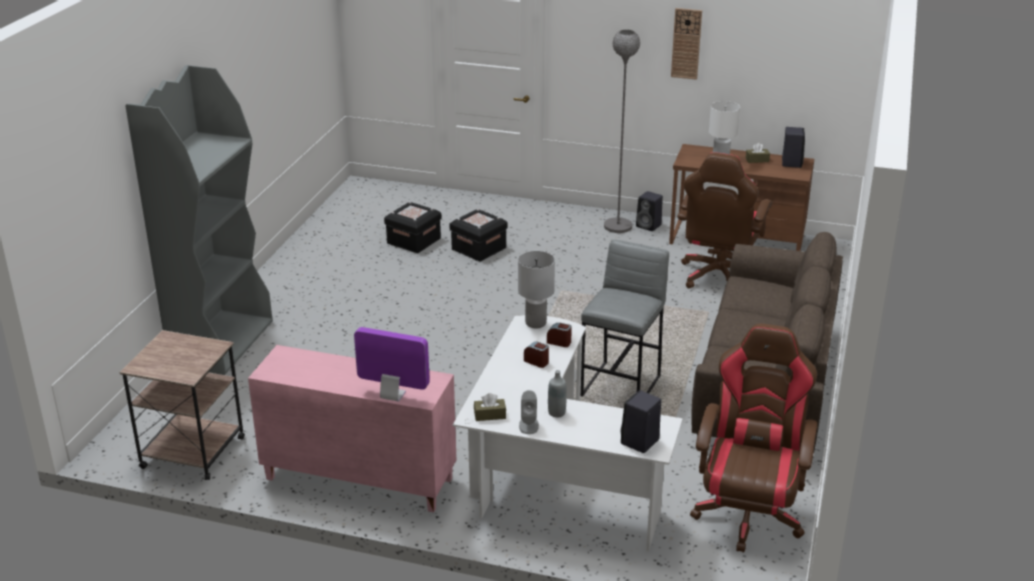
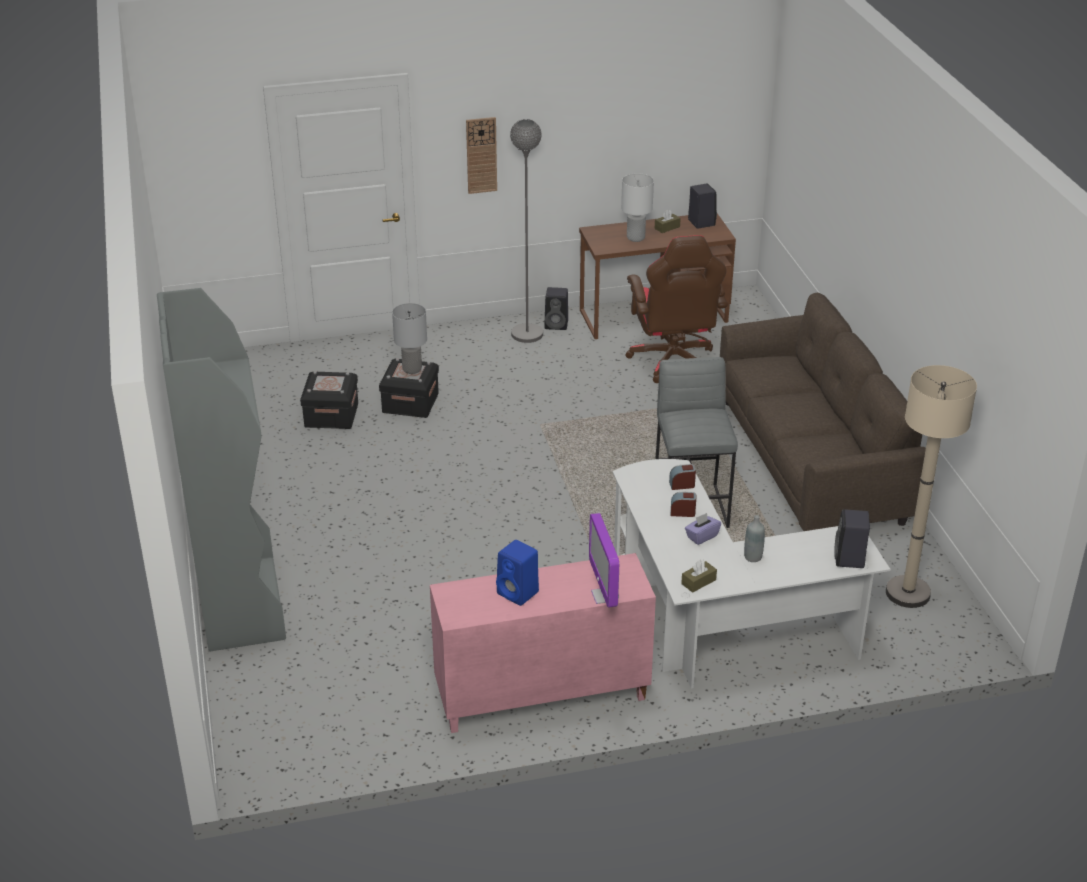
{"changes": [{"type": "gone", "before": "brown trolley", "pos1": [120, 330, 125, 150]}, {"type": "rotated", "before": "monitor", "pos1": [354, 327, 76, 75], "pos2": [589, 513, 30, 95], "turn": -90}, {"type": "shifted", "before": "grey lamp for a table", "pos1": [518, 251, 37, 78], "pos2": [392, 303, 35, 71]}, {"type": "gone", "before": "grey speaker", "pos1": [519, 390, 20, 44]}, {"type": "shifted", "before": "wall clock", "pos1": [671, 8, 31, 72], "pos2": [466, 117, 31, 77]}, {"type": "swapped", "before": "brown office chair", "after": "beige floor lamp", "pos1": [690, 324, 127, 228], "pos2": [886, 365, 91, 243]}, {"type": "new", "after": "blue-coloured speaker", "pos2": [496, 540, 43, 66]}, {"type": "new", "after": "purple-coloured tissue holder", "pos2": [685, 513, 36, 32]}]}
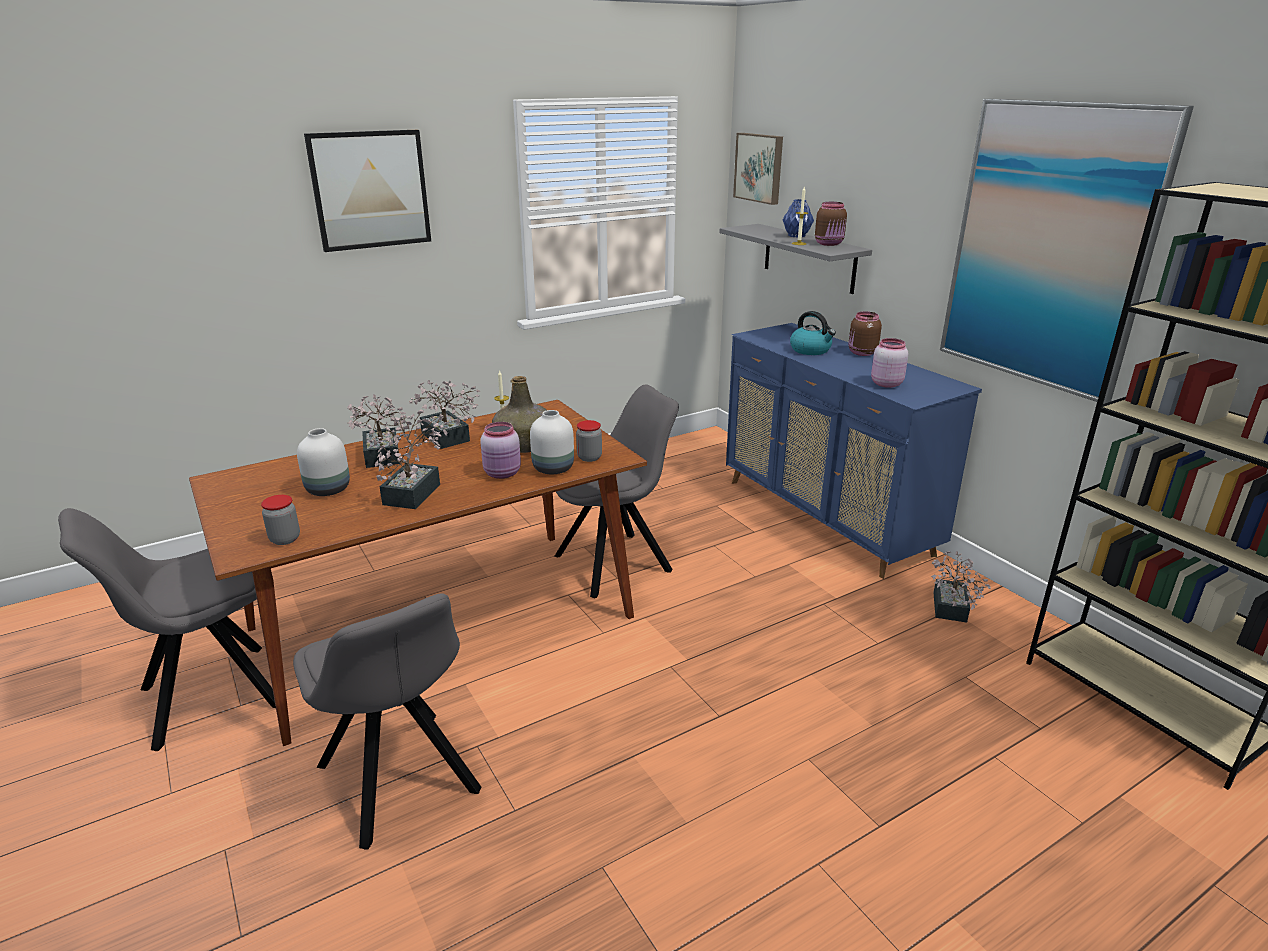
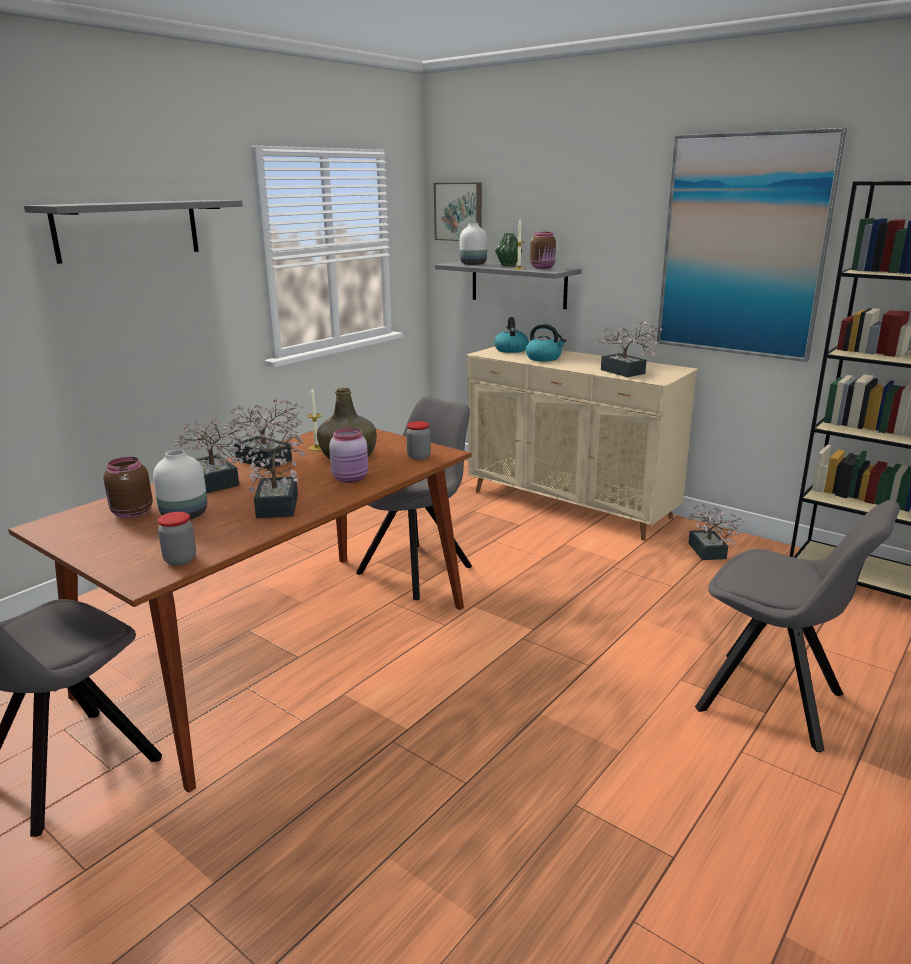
{"changes": [{"type": "shifted", "before": "grey upright chair", "pos1": [293, 593, 188, 257], "pos2": [695, 500, 205, 252]}, {"type": "swapped", "before": "wall picture", "after": "grey shelf", "pos1": [304, 130, 127, 122], "pos2": [24, 200, 219, 64]}, {"type": "shifted", "before": "white vase", "pos1": [530, 410, 44, 64], "pos2": [460, 223, 27, 42]}, {"type": "repainted", "before": "blue-coloured cabinet", "after": "beige cabinet", "pos1": [726, 323, 256, 256], "pos2": [466, 347, 232, 194]}, {"type": "repainted", "before": "blue-coloured vase", "after": "green-coloured vase", "pos1": [783, 199, 31, 39], "pos2": [495, 233, 27, 33]}, {"type": "shifted", "before": "brown storage jar", "pos1": [848, 312, 34, 44], "pos2": [103, 457, 50, 61]}, {"type": "swapped", "before": "pinkish storage jar", "after": "potted plant", "pos1": [871, 338, 37, 50], "pos2": [595, 321, 67, 56]}, {"type": "new", "after": "kettle", "pos2": [494, 317, 34, 36]}]}
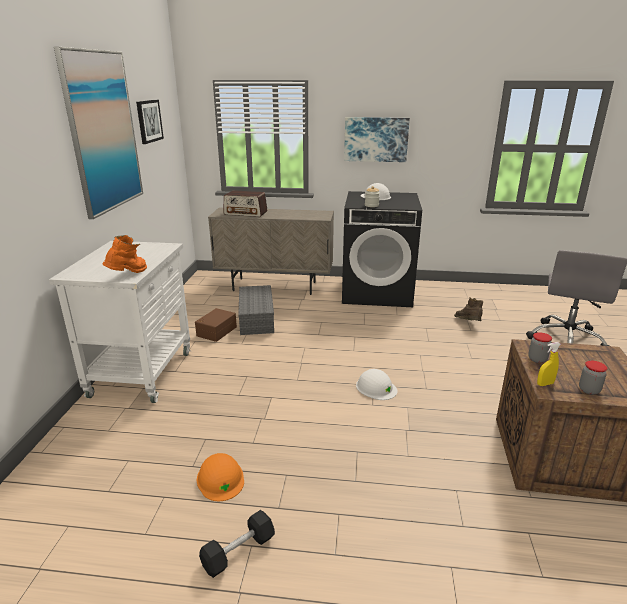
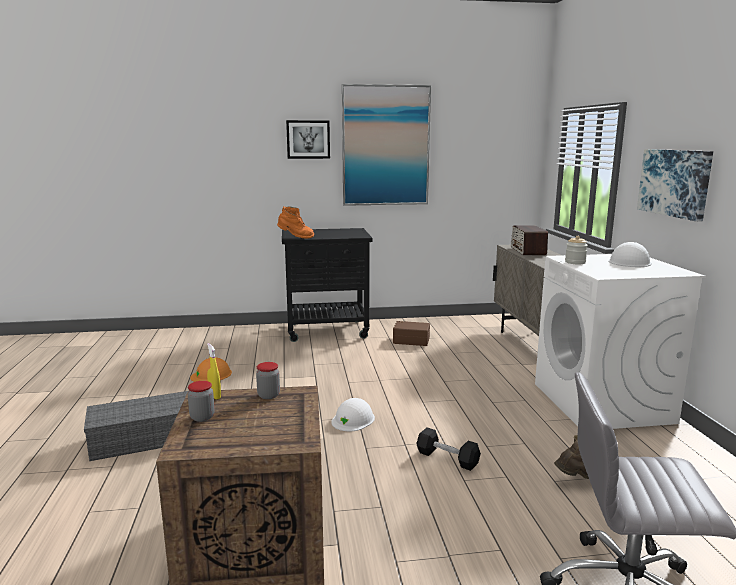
{"changes": [{"type": "repainted", "before": "white trolley", "after": "blackish trolley", "pos1": [49, 241, 141, 162], "pos2": [282, 228, 91, 114]}, {"type": "shifted", "before": "wall picture", "pos1": [136, 100, 28, 44], "pos2": [286, 120, 44, 39]}, {"type": "shifted", "before": "blackish dumbbell", "pos1": [199, 510, 76, 68], "pos2": [417, 428, 64, 43]}, {"type": "shifted", "before": "grey storage bin", "pos1": [238, 285, 36, 50], "pos2": [84, 391, 104, 70]}, {"type": "repainted", "before": "blackish laundry appliance", "after": "white laundry appliance", "pos1": [342, 191, 80, 116], "pos2": [535, 254, 171, 175]}]}
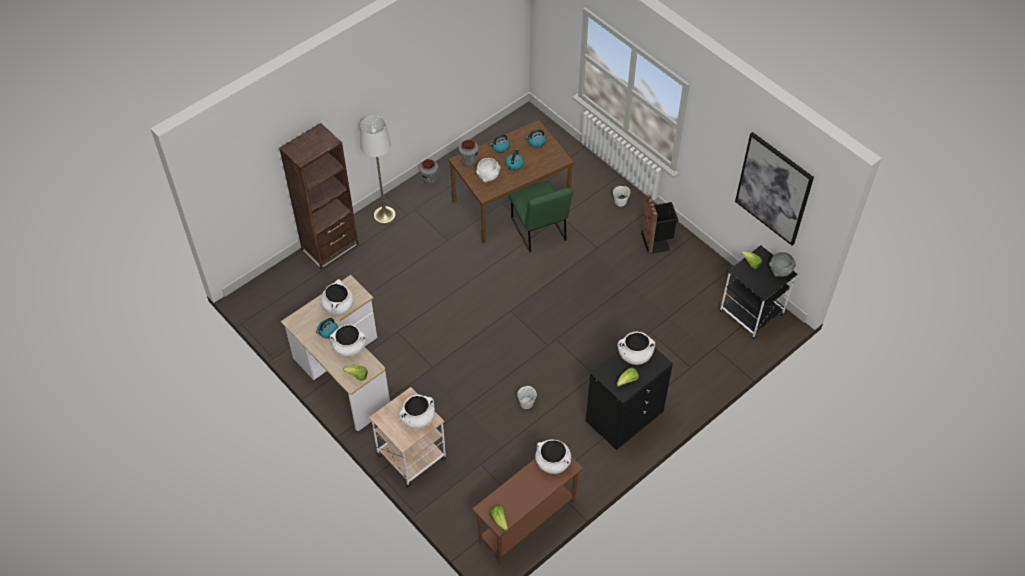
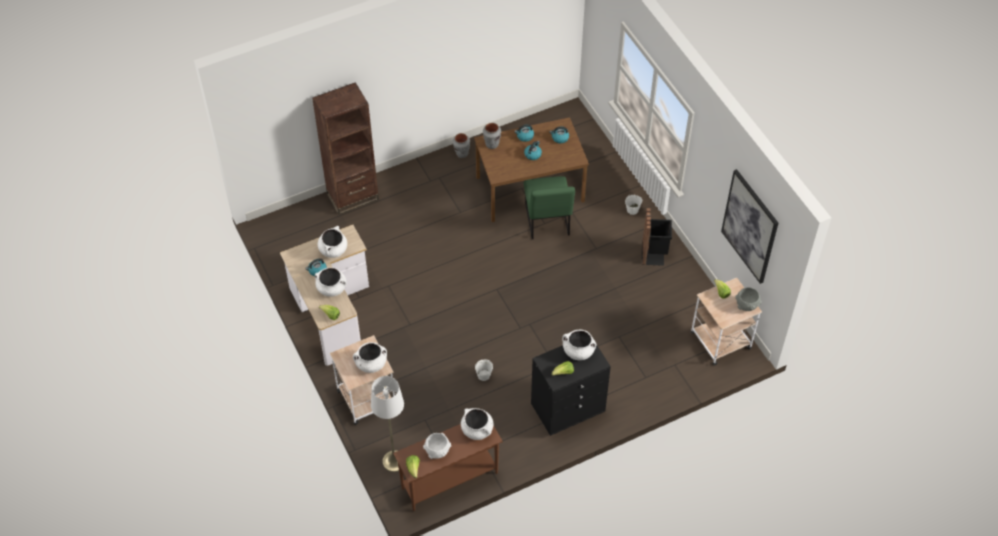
{"changes": [{"type": "shifted", "before": "white floor lamp", "pos1": [360, 115, 36, 109], "pos2": [371, 376, 33, 96]}, {"type": "shifted", "before": "white deep dish", "pos1": [476, 158, 25, 24], "pos2": [423, 433, 28, 26]}, {"type": "repainted", "before": "blackish trolley", "after": "beige trolley", "pos1": [719, 245, 78, 95], "pos2": [690, 278, 72, 88]}]}
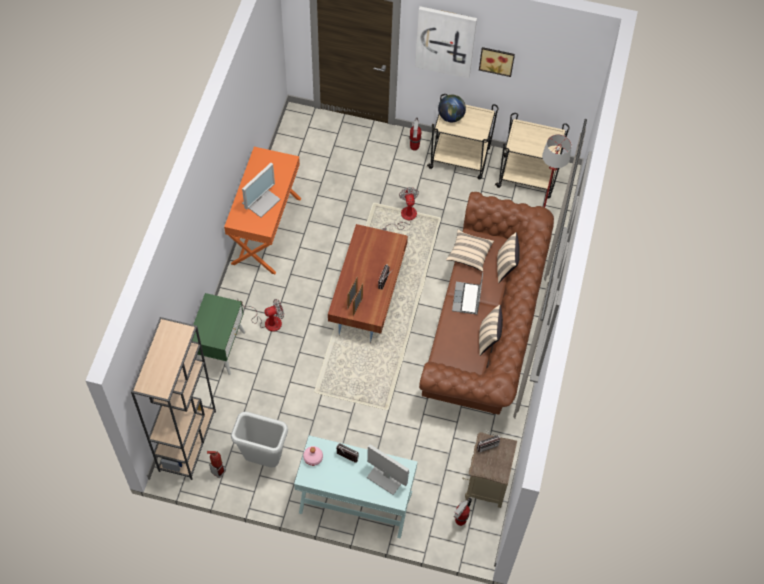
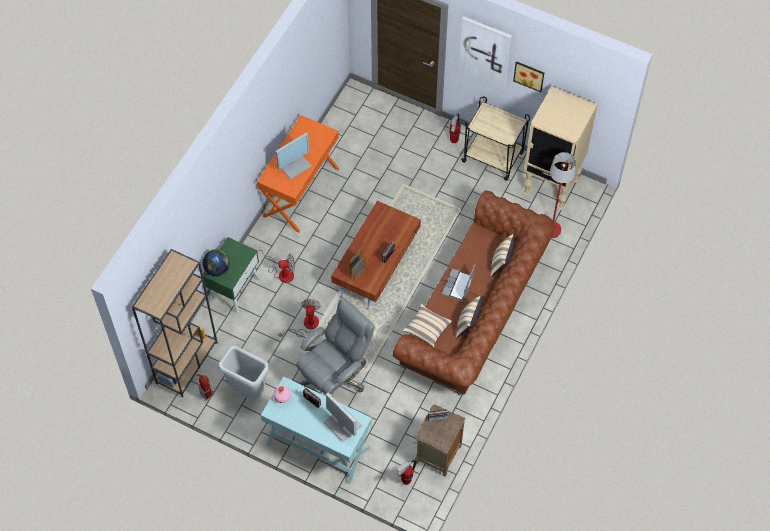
{"changes": [{"type": "shifted", "before": "electric fan", "pos1": [382, 187, 37, 44], "pos2": [278, 299, 43, 38]}, {"type": "shifted", "before": "globe", "pos1": [438, 95, 28, 27], "pos2": [203, 249, 27, 27]}, {"type": "shifted", "before": "beige pillow", "pos1": [446, 230, 48, 42], "pos2": [402, 304, 50, 43]}, {"type": "swapped", "before": "beige trolley", "after": "beige cabinet", "pos1": [495, 113, 75, 86], "pos2": [523, 86, 75, 124]}, {"type": "new", "after": "grey office chair", "pos2": [296, 297, 79, 100]}]}
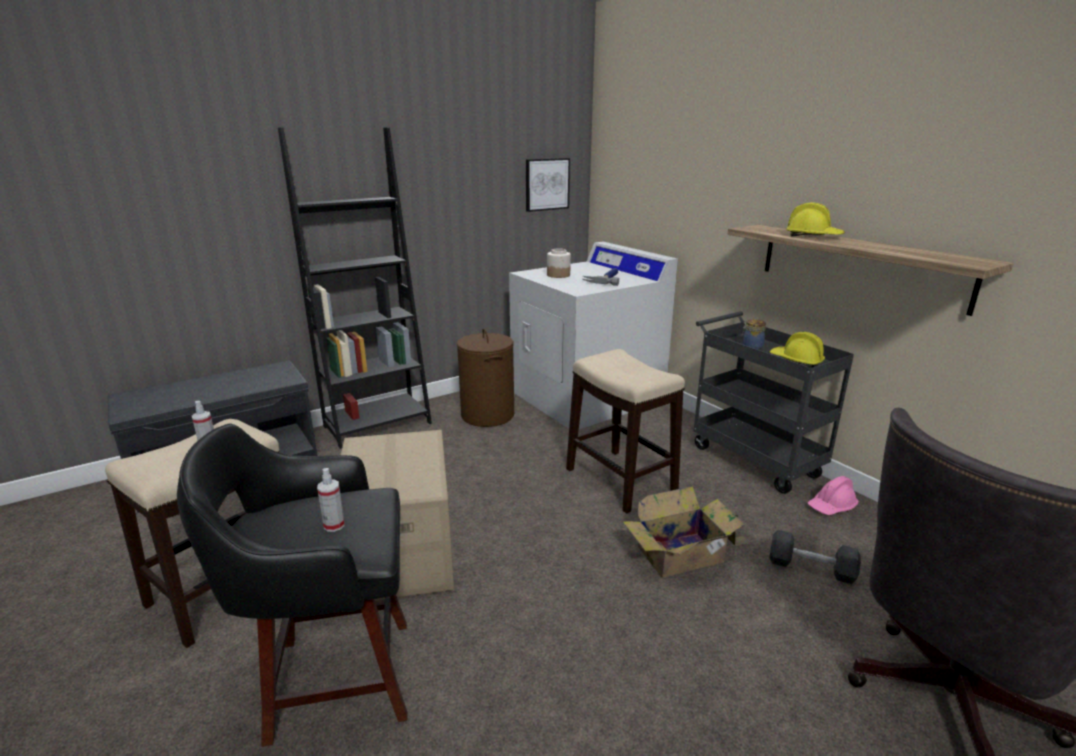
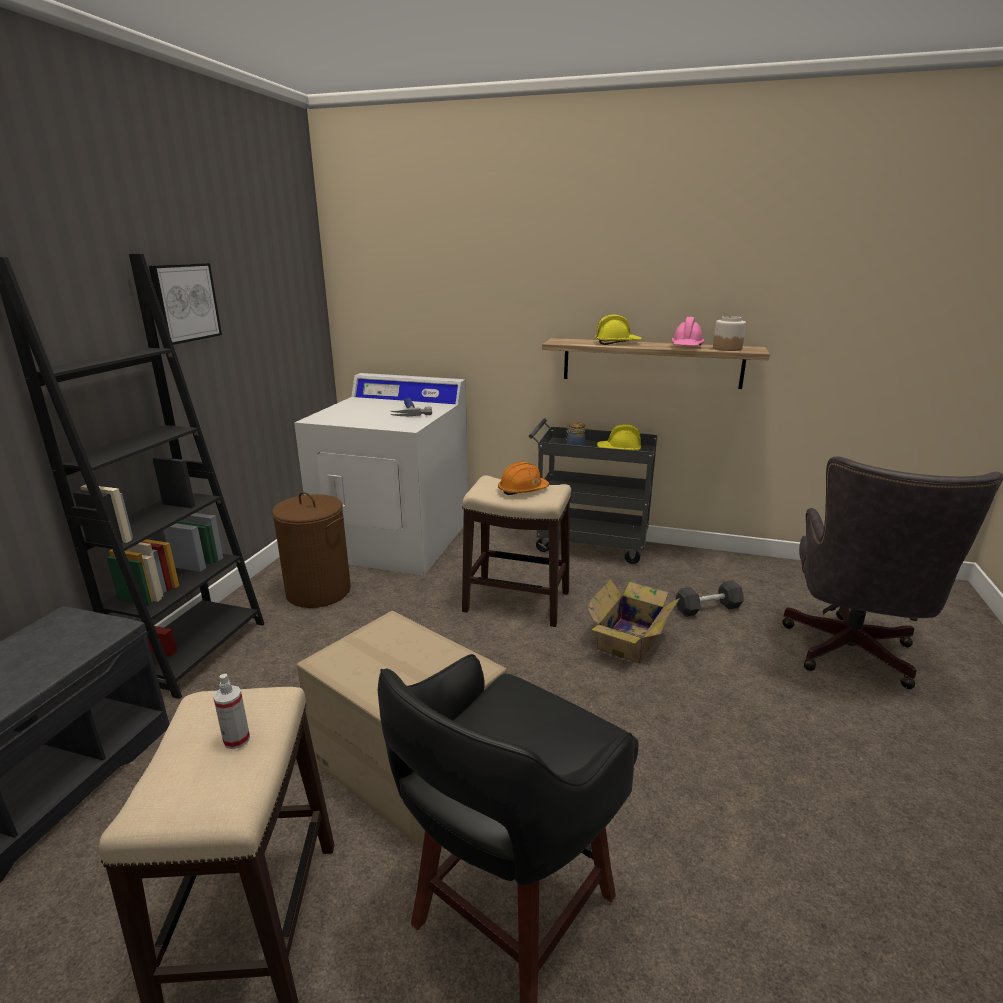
{"changes": [{"type": "gone", "before": "sprayer", "pos1": [317, 468, 28, 64]}, {"type": "shifted", "before": "wall picture", "pos1": [526, 158, 44, 54], "pos2": [149, 263, 73, 82]}, {"type": "shifted", "before": "storage jar", "pos1": [547, 249, 24, 29], "pos2": [713, 316, 33, 35]}, {"type": "shifted", "before": "pinkish safety helmet", "pos1": [807, 476, 52, 39], "pos2": [671, 317, 33, 29]}, {"type": "new", "after": "orange-coloured safety helmet", "pos2": [498, 462, 51, 33]}]}
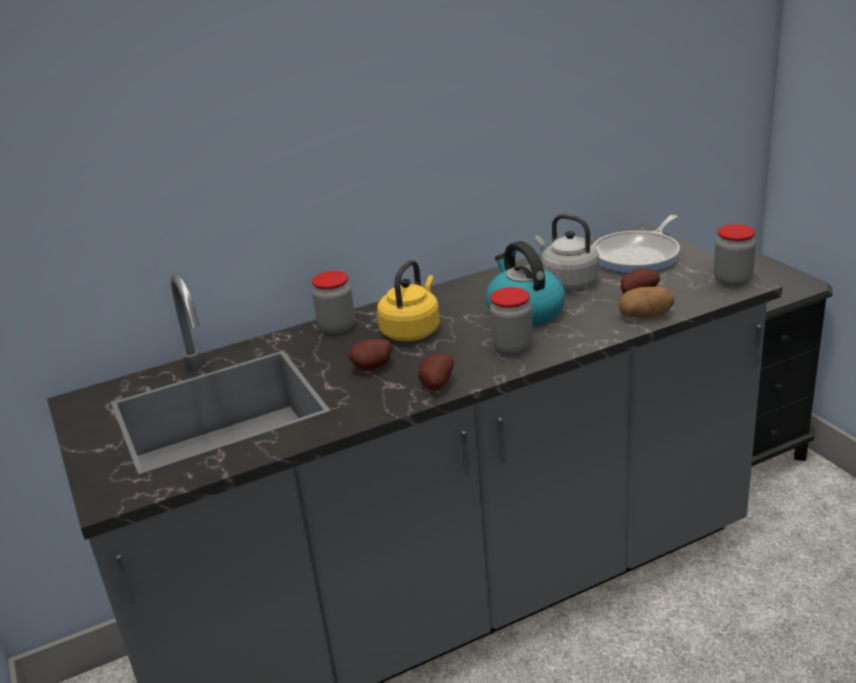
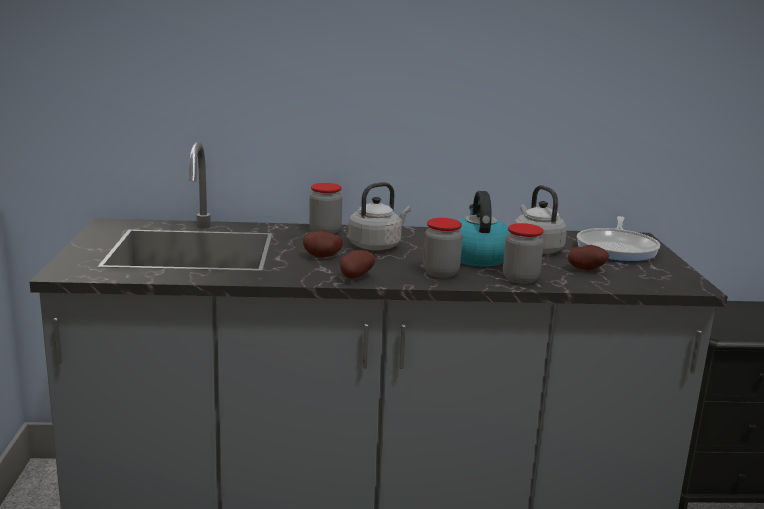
{"changes": [{"type": "repainted", "before": "yellowish kettle", "after": "grey kettle", "pos1": [377, 260, 63, 81], "pos2": [348, 182, 63, 68]}, {"type": "rotated", "before": "pan", "pos1": [593, 215, 87, 59], "pos2": [577, 216, 83, 46], "turn": -45}, {"type": "gone", "before": "potato", "pos1": [619, 287, 55, 31]}, {"type": "shifted", "before": "storage jar", "pos1": [714, 224, 42, 63], "pos2": [503, 223, 41, 61]}]}
